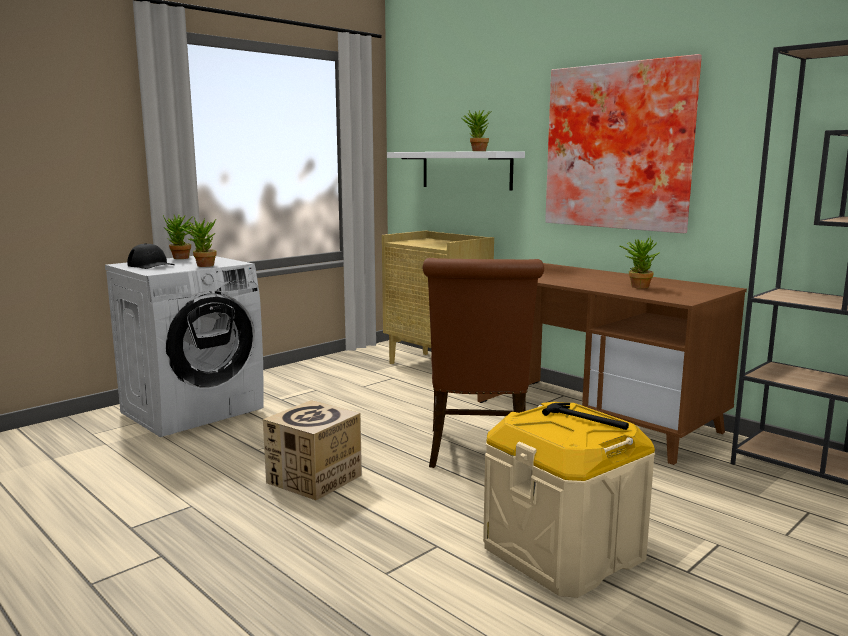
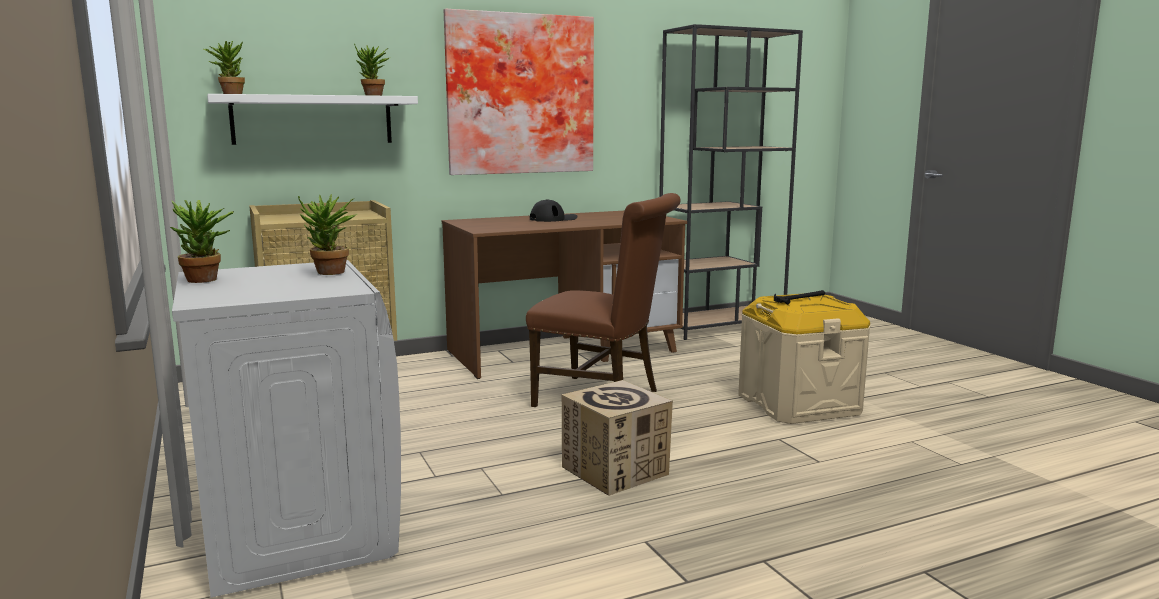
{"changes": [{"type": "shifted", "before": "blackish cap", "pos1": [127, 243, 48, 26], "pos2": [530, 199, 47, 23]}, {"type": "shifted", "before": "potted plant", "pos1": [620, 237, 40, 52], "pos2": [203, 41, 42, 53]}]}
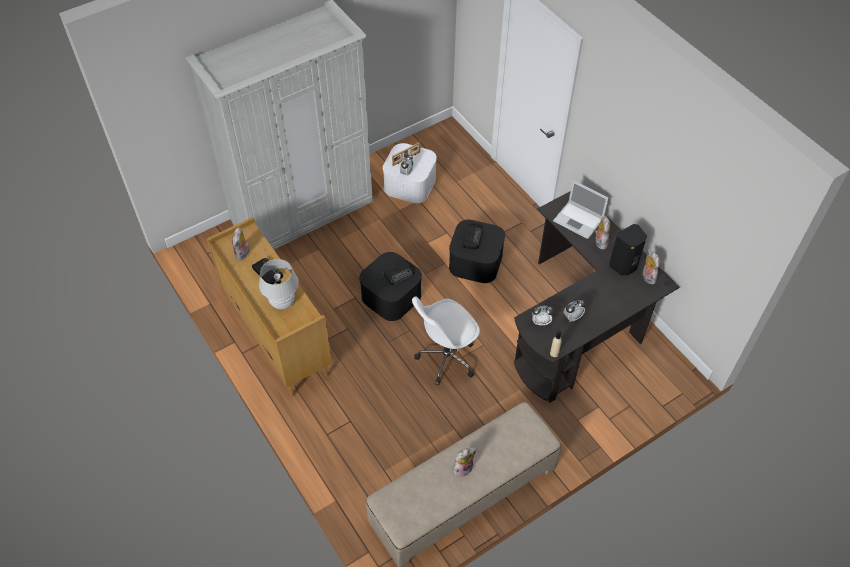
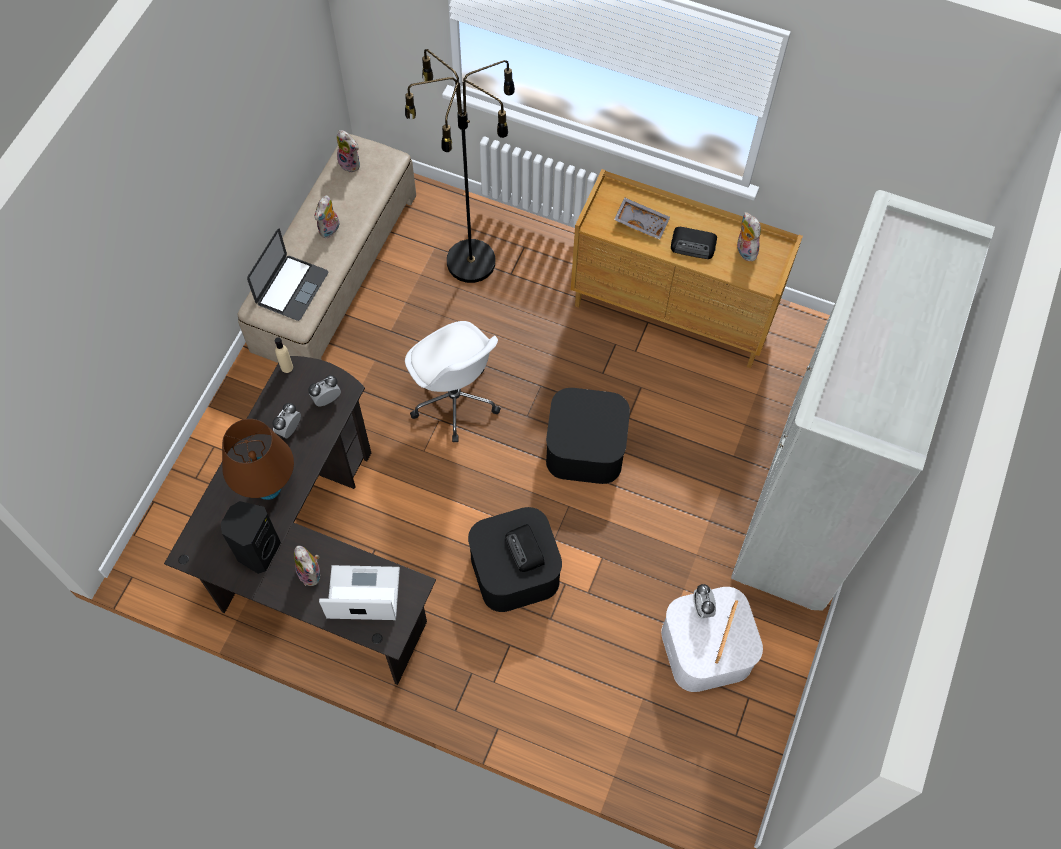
{"changes": [{"type": "swapped", "before": "white lamp for a table", "after": "grey tray", "pos1": [259, 259, 40, 50], "pos2": [614, 197, 56, 43]}, {"type": "gone", "before": "radio receiver", "pos1": [383, 261, 31, 24]}, {"type": "rotated", "before": "white office chair", "pos1": [412, 296, 68, 89], "pos2": [405, 321, 96, 121], "turn": 120}, {"type": "shifted", "before": "soft toy", "pos1": [643, 250, 17, 34], "pos2": [337, 130, 23, 43]}, {"type": "new", "after": "brown lamp for a table", "pos2": [222, 419, 72, 81]}, {"type": "new", "after": "laptop", "pos2": [247, 229, 81, 92]}, {"type": "new", "after": "floor lamp", "pos2": [405, 49, 110, 234]}]}
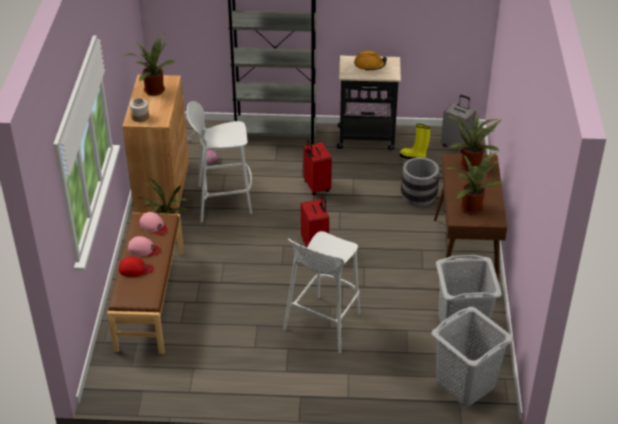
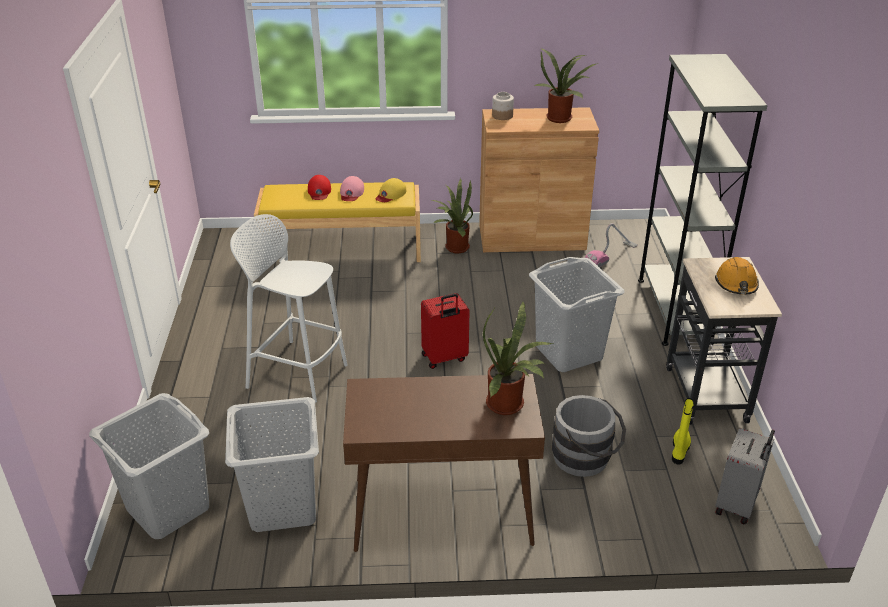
{"changes": [{"type": "repainted", "before": "brown long seat", "after": "yellowish long seat", "pos1": [107, 213, 77, 141], "pos2": [254, 182, 167, 80]}, {"type": "repainted", "before": "pinkish cap", "after": "yellowish cap", "pos1": [139, 212, 29, 23], "pos2": [376, 178, 30, 24]}, {"type": "gone", "before": "white stool", "pos1": [187, 101, 65, 121]}, {"type": "swapped", "before": "red-coloured piece of luggage", "after": "grey hamper", "pos1": [304, 140, 28, 55], "pos2": [529, 257, 96, 115]}, {"type": "gone", "before": "potted plant", "pos1": [446, 152, 57, 63]}]}
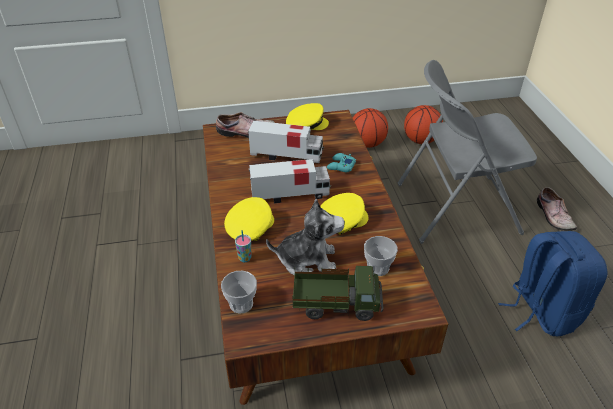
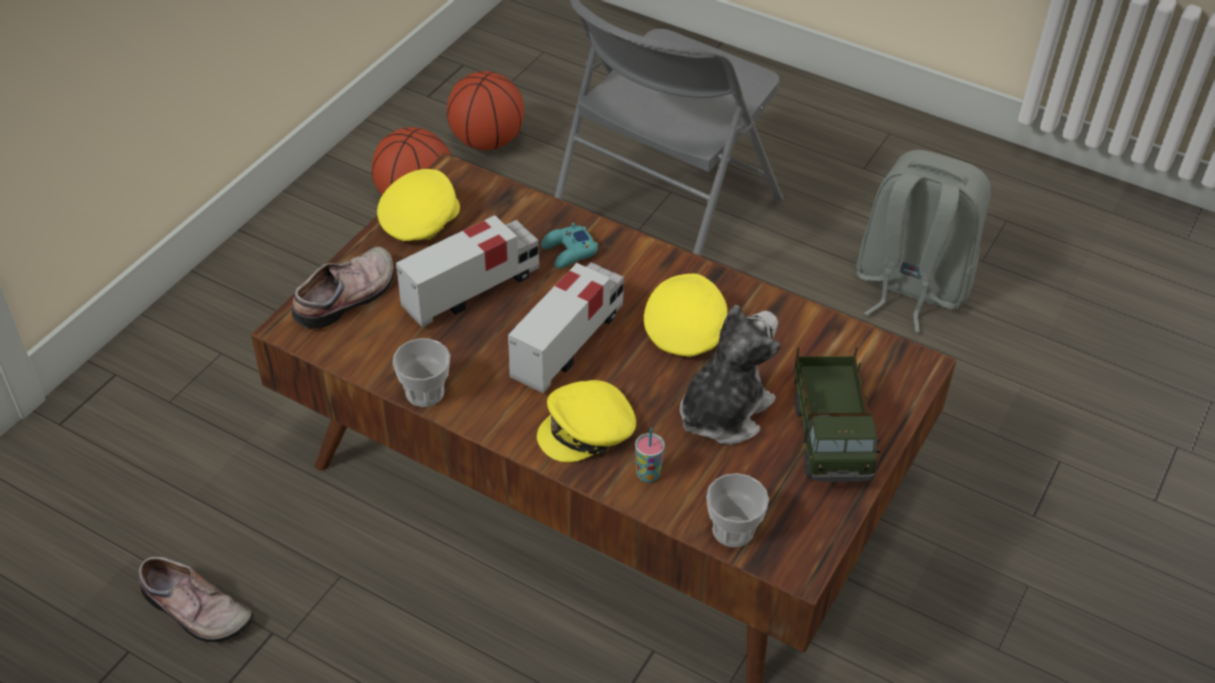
{"changes": [{"type": "rotated", "before": "yellowish cap", "pos1": [224, 197, 50, 44], "pos2": [537, 380, 99, 82], "turn": -105}, {"type": "rotated", "before": "toy lorry", "pos1": [293, 266, 90, 55], "pos2": [794, 347, 86, 135], "turn": 135}, {"type": "shifted", "before": "drinking cup", "pos1": [364, 236, 34, 40], "pos2": [393, 339, 57, 68]}, {"type": "repainted", "before": "blue-coloured rucksack", "after": "grey rucksack", "pos1": [498, 231, 109, 105], "pos2": [856, 150, 135, 183]}, {"type": "shifted", "before": "low shoe", "pos1": [537, 187, 40, 44], "pos2": [139, 556, 115, 86]}]}
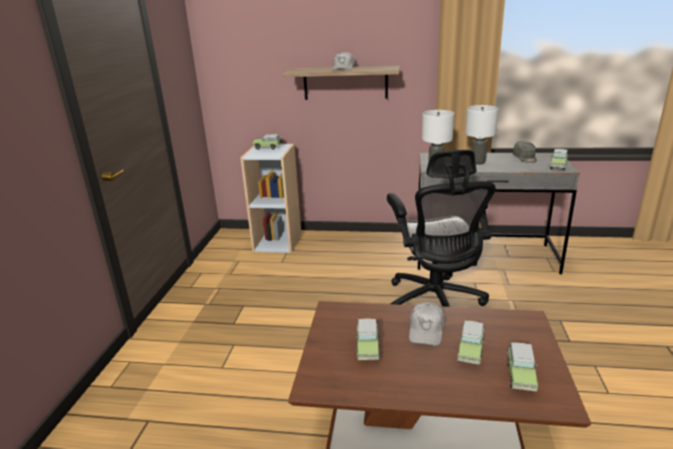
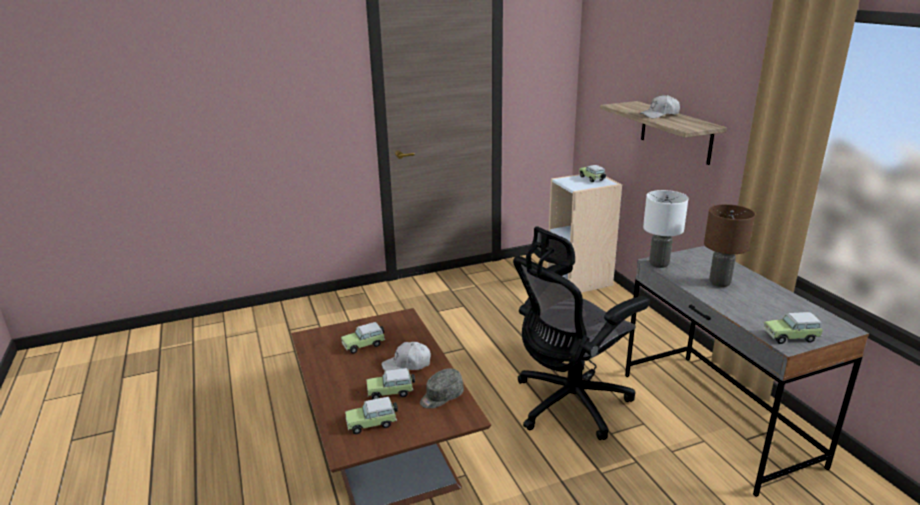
{"changes": [{"type": "repainted", "before": "white lamp for a table", "after": "brown lamp for a table", "pos1": [465, 105, 34, 59], "pos2": [704, 204, 51, 83]}, {"type": "shifted", "before": "grey cap", "pos1": [513, 141, 24, 22], "pos2": [420, 368, 44, 40]}]}
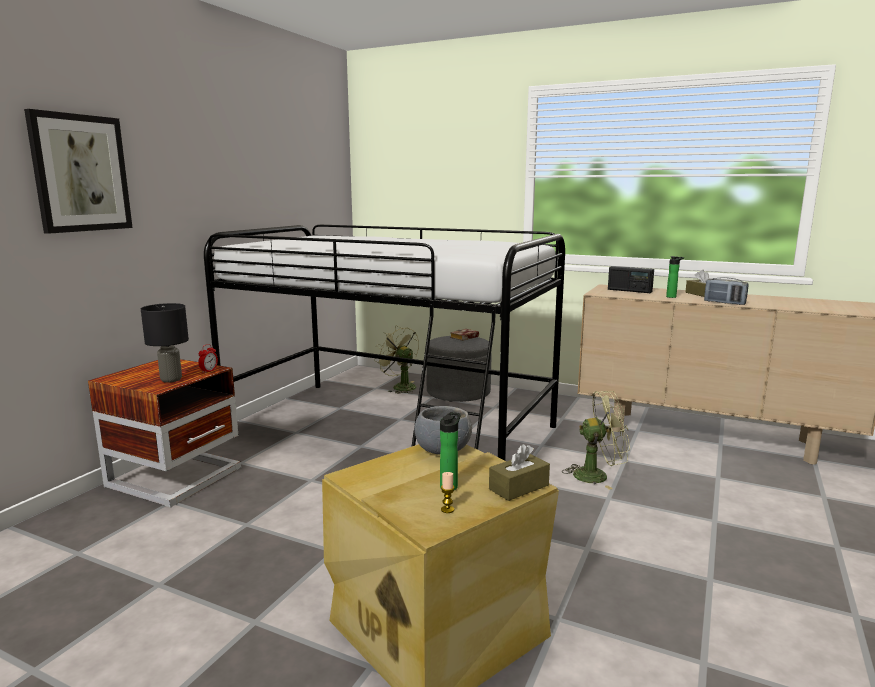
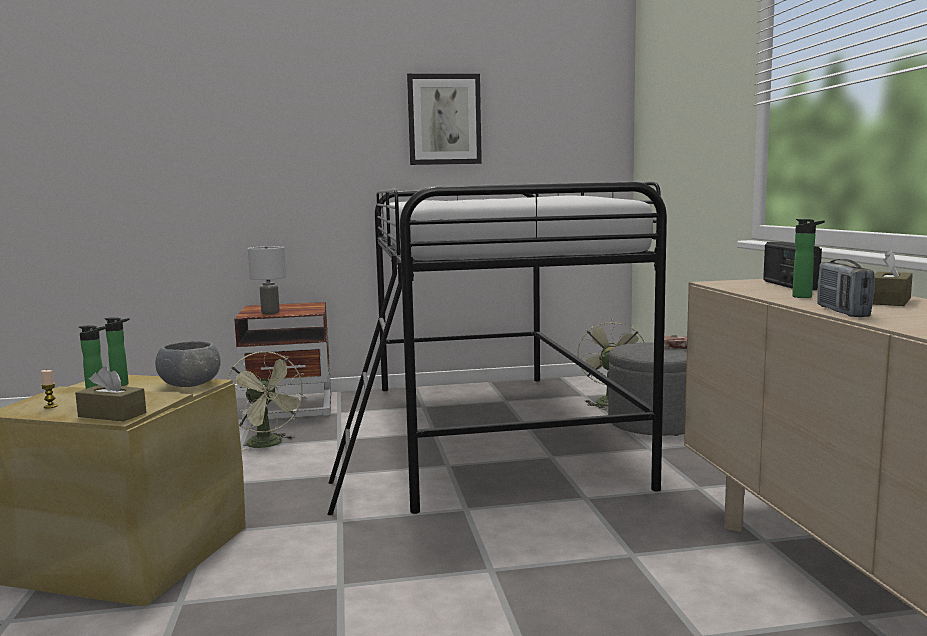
{"changes": [{"type": "shifted", "before": "wall picture", "pos1": [24, 109, 109, 125], "pos2": [407, 74, 75, 91]}, {"type": "repainted", "before": "blackish lamp for a table", "after": "white lamp for a table", "pos1": [141, 303, 48, 80], "pos2": [248, 246, 38, 68]}, {"type": "gone", "before": "bedside clock", "pos1": [199, 344, 19, 30]}, {"type": "shifted", "before": "green-coloured electric fan", "pos1": [562, 391, 68, 99], "pos2": [226, 351, 80, 101]}, {"type": "new", "after": "beverage bottle", "pos2": [104, 317, 26, 69]}]}
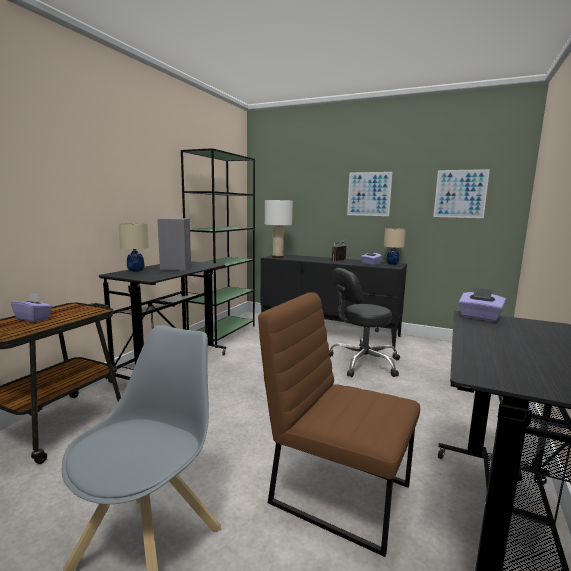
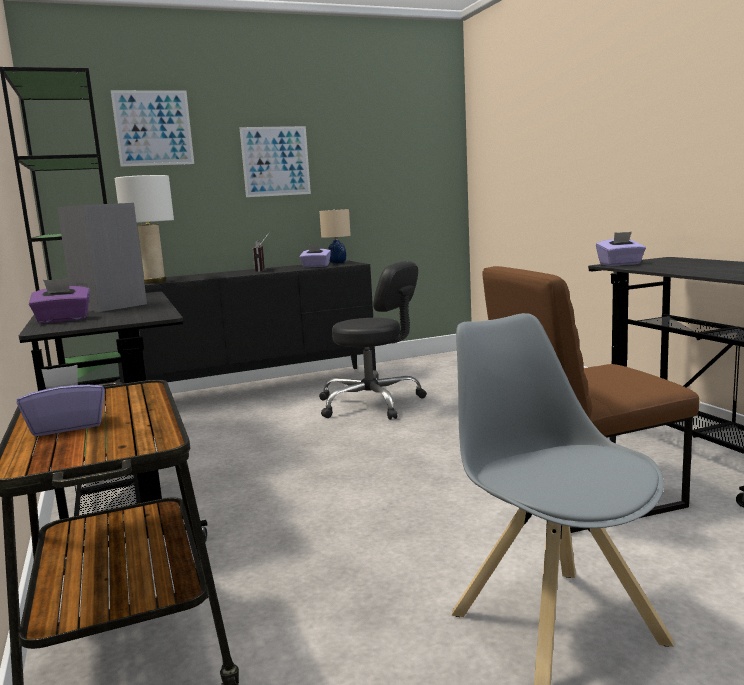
{"changes": [{"type": "swapped", "before": "beige lamp for a table", "after": "purple-coloured tissue holder", "pos1": [119, 223, 30, 49], "pos2": [29, 278, 61, 45]}, {"type": "rotated", "before": "blackish office chair", "pos1": [329, 268, 71, 109], "pos2": [319, 261, 108, 159], "turn": -90}, {"type": "shifted", "before": "wall picture", "pos1": [433, 169, 57, 49], "pos2": [111, 90, 83, 77]}]}
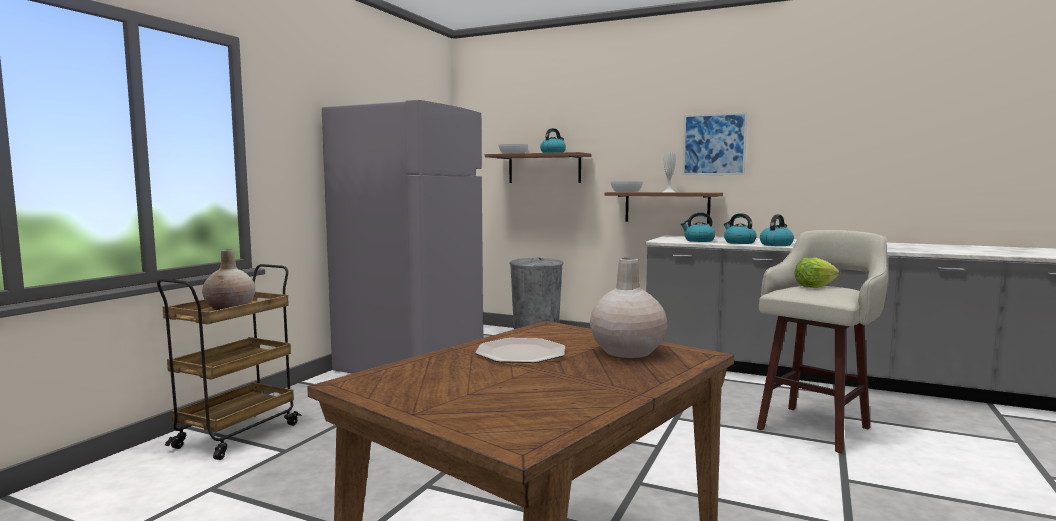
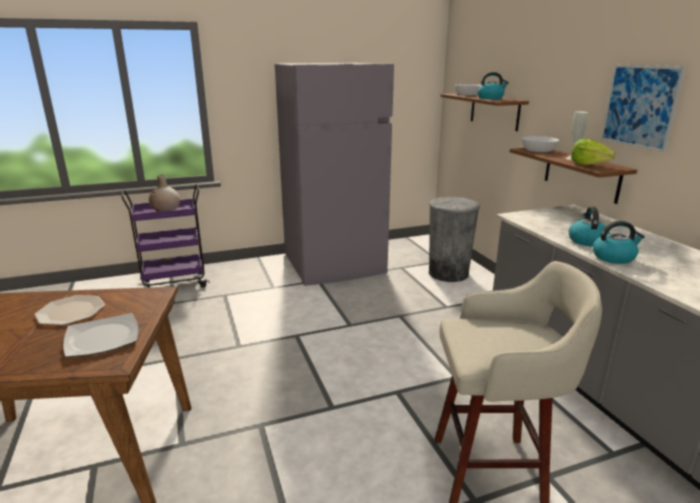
{"changes": [{"type": "repainted", "before": "brown trolley", "after": "purple-coloured trolley", "pos1": [157, 264, 145, 196], "pos2": [121, 183, 89, 105]}, {"type": "swapped", "before": "beige vase", "after": "plate", "pos1": [590, 258, 77, 100], "pos2": [63, 313, 76, 44]}, {"type": "gone", "before": "kettle", "pos1": [680, 212, 35, 30]}, {"type": "shifted", "before": "lettuce", "pos1": [794, 257, 45, 31], "pos2": [571, 139, 44, 26]}]}
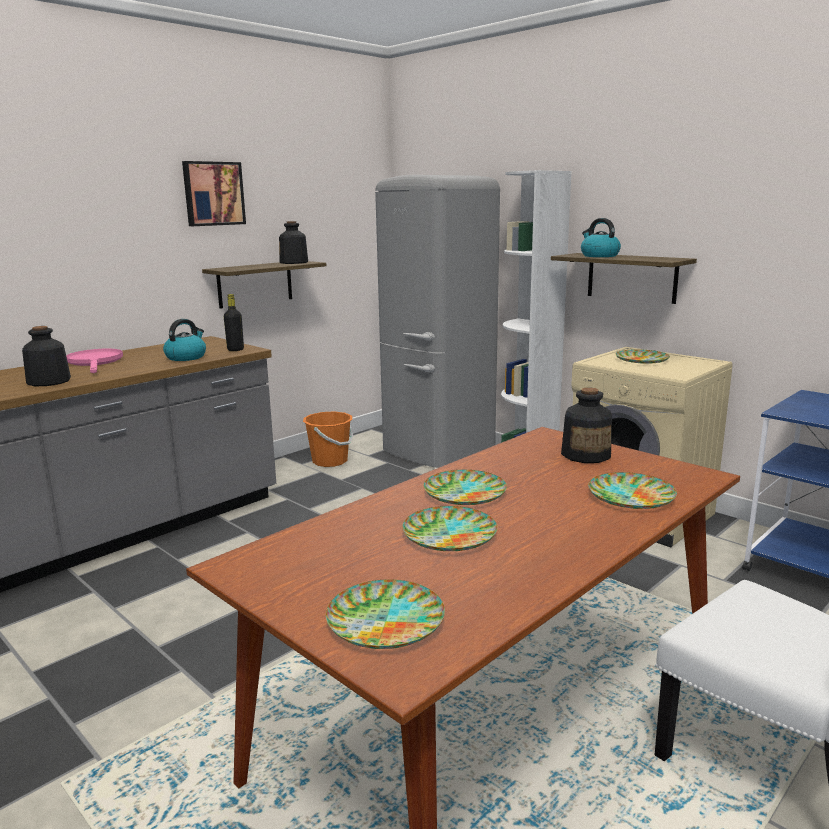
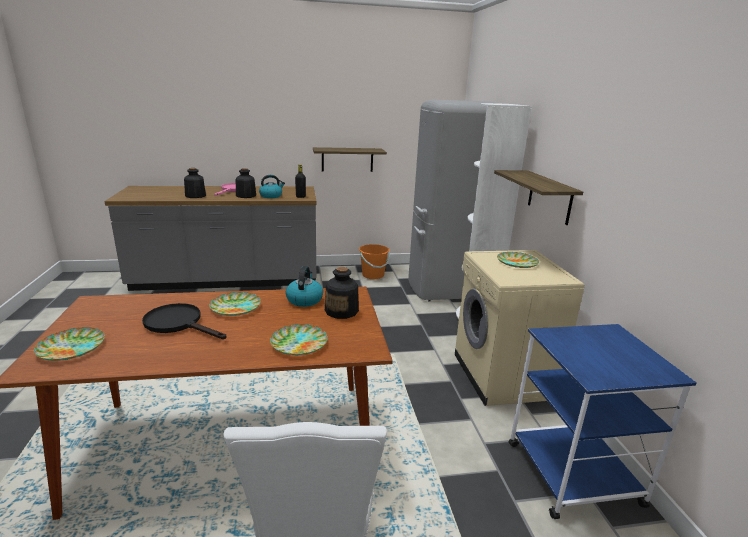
{"changes": [{"type": "gone", "before": "wall picture", "pos1": [182, 161, 64, 65]}, {"type": "shifted", "before": "beverage bottle", "pos1": [279, 221, 29, 43], "pos2": [236, 168, 20, 30]}, {"type": "swapped", "before": "plate", "after": "blackish pan", "pos1": [402, 506, 95, 45], "pos2": [142, 303, 84, 36]}, {"type": "shifted", "before": "kettle", "pos1": [581, 218, 40, 39], "pos2": [286, 266, 37, 41]}]}
